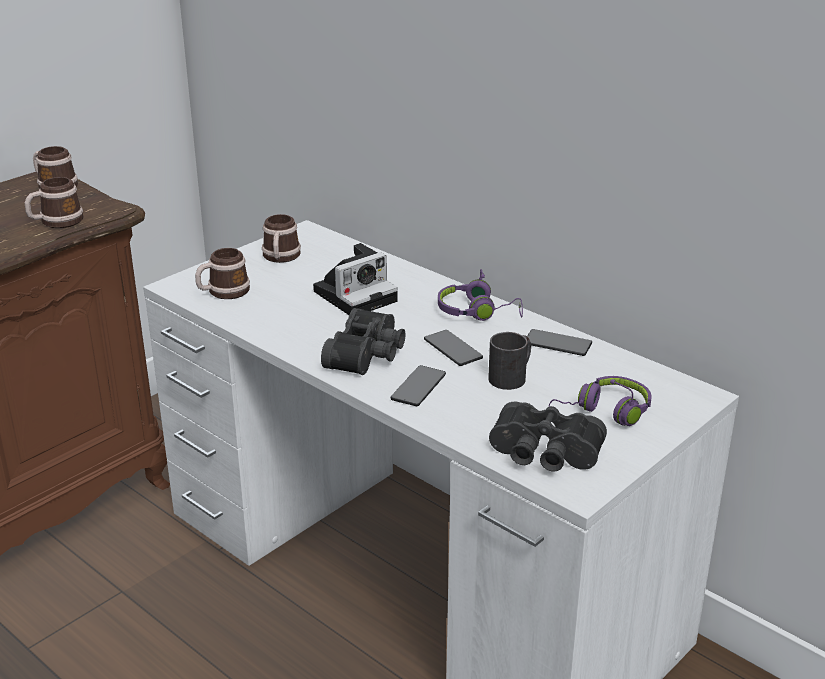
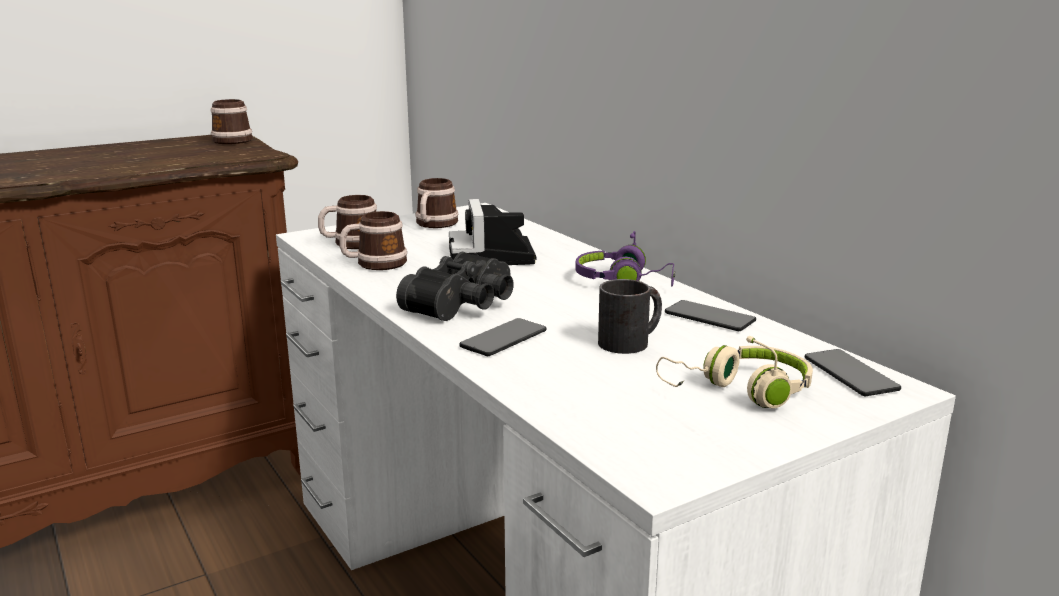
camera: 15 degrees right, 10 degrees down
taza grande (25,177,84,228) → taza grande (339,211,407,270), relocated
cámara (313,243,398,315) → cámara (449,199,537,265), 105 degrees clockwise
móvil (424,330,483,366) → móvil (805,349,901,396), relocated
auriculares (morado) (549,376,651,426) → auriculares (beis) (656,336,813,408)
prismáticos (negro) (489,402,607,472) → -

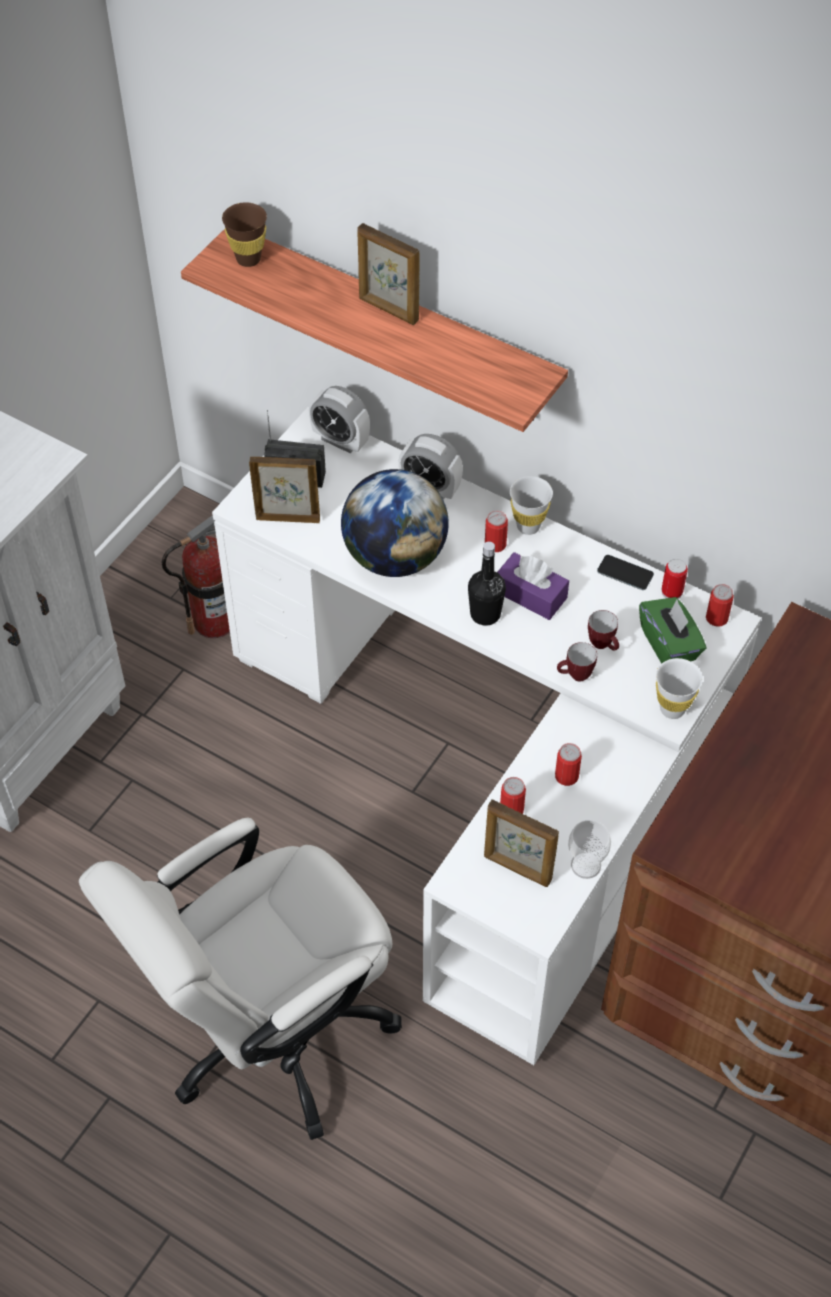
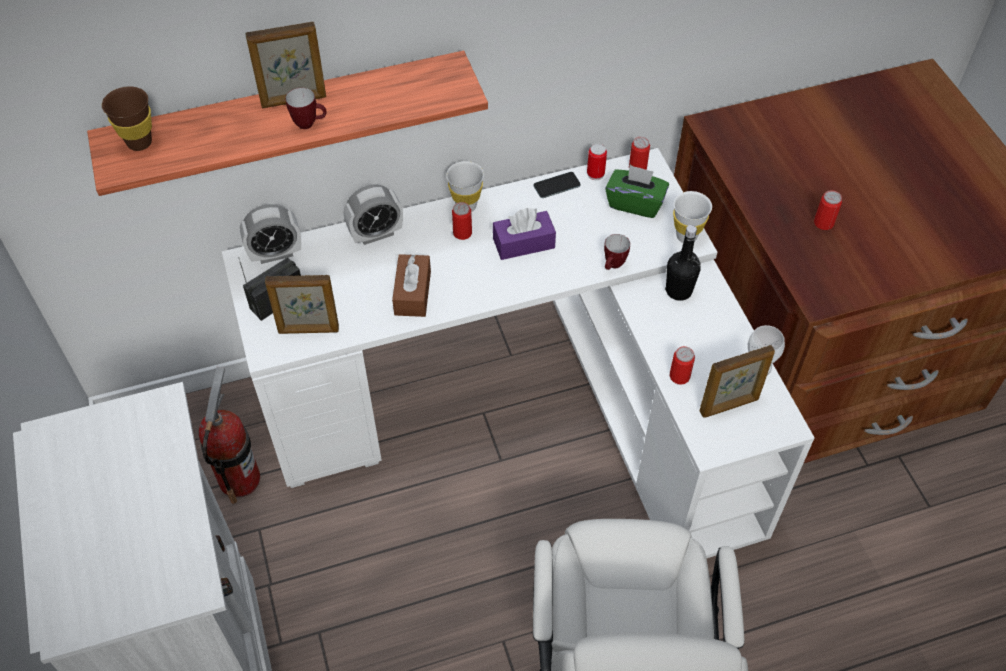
camera: 50 degrees left, 0 degrees up
portarretratos (249,457,320,523) → portarretratos (265,275,339,334), 135 degrees counterclockwise
globo terráqueo (341,469,449,577) → caja de pañuelos (marrón) (392,254,431,317)
botella (negro) (468,542,506,626) → botella (negro) (665,225,701,301), relocated
taza grande (588,610,619,651) → taza grande (285,88,327,129), relocated
lata (555,743,582,786) → lata (814,190,842,230), relocated

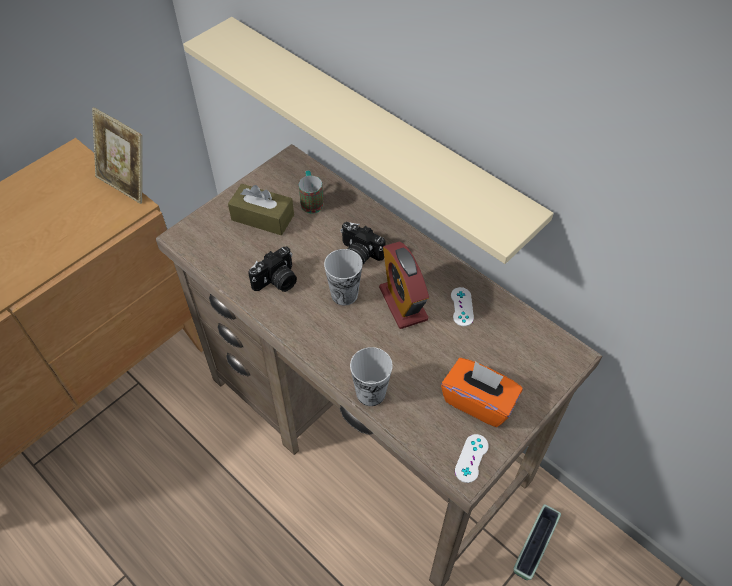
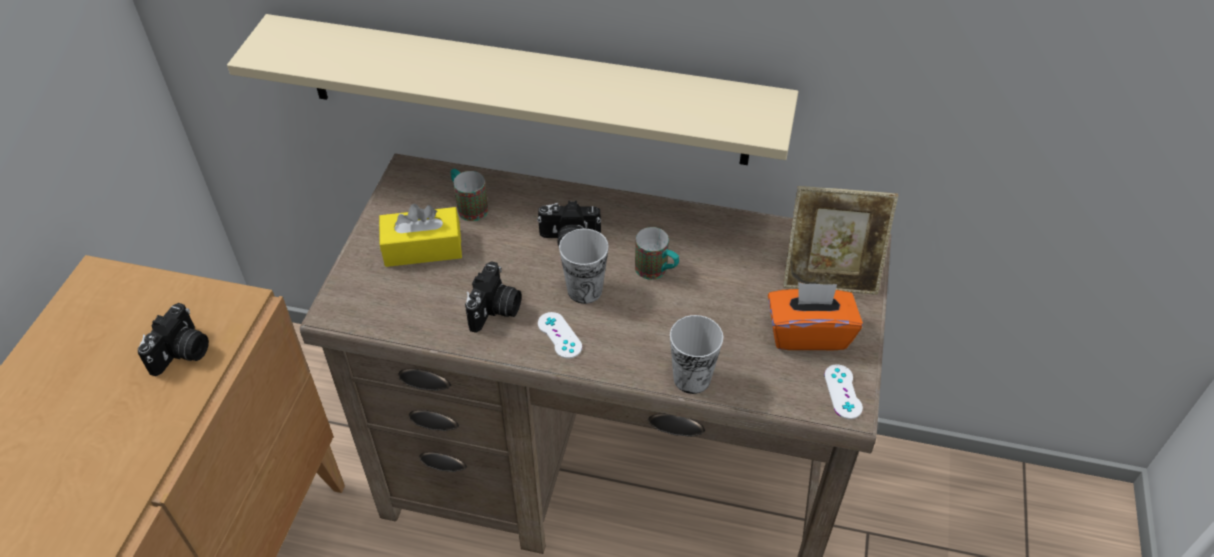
camera: 30 degrees left, 5 degrees down
portarretratos (92,107,142,204) → portarretratos (783,186,898,295), relocated
caja de pañuelos (marrón) (228,184,294,235) → caja de pañuelos (amarillo) (379,204,462,267)
despertador (379,242,429,329) → taza grande (635,227,679,280)
mando de consola (blanco) (451,287,474,326) → mando de consola (blanco) (538,312,582,359), relocated
maceta (513,504,561,580) → -
- → cámara (138,303,209,376)

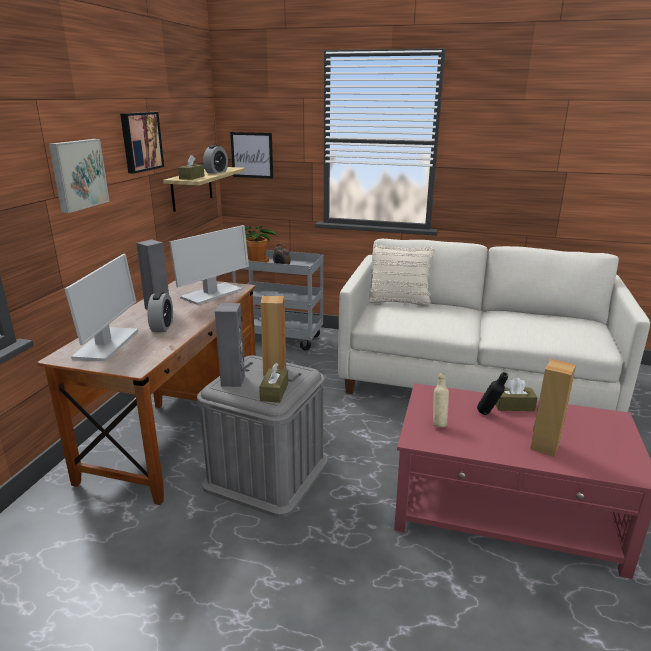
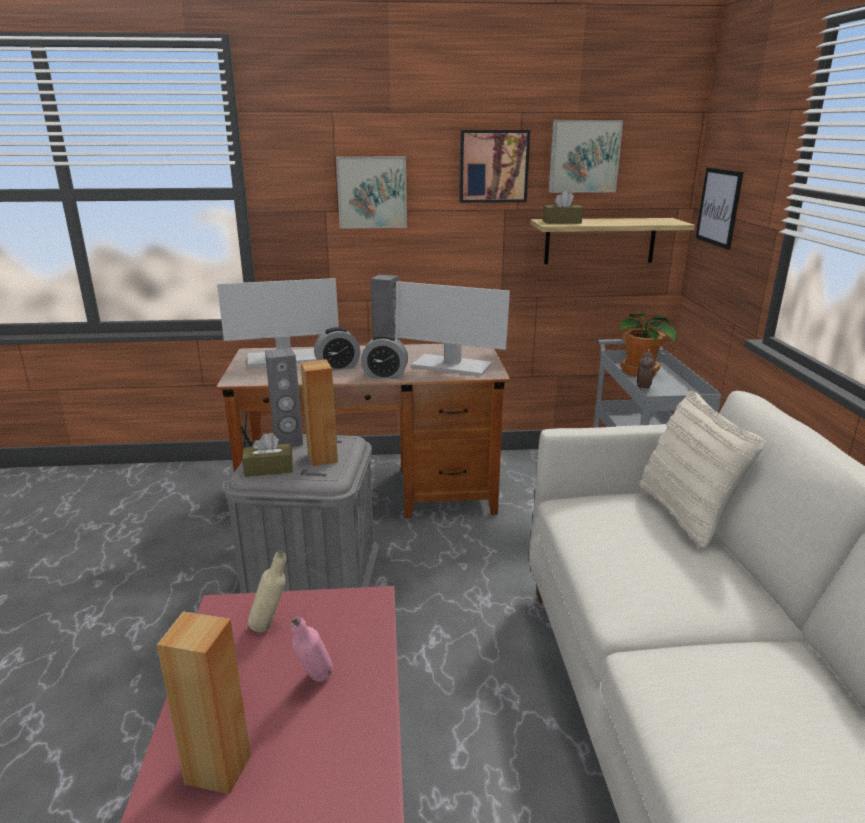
camera: 70 degrees right, 0 degrees up
despertador (203,145,228,174) → despertador (361,335,408,379), relocated
botella (negro) (477,372,508,415) → botella (rosa) (291,617,333,682)
caja de pañuelos (marrón) (495,378,538,411) → -
- → cuadro (549,120,623,193)

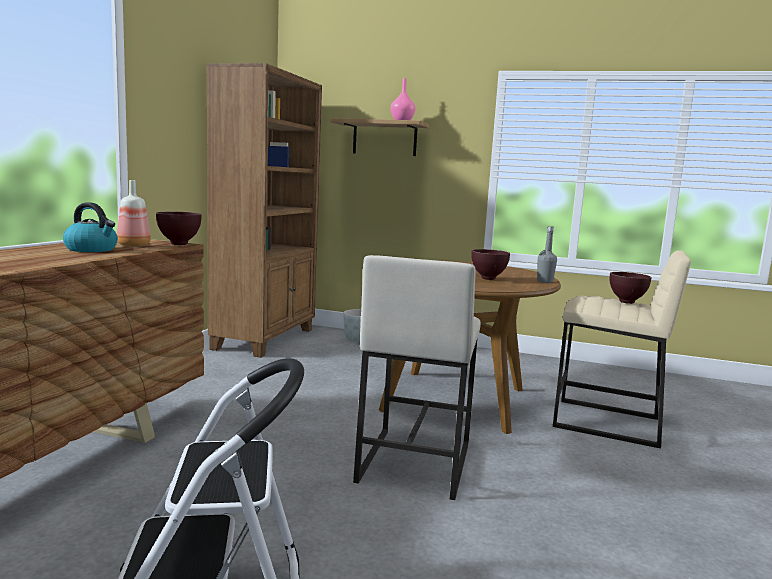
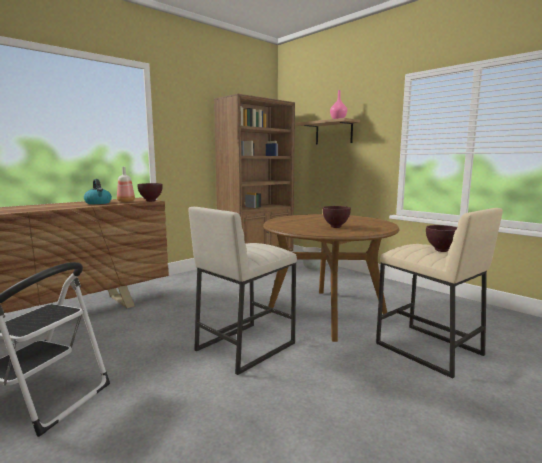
camera: 30 degrees right, 0 degrees up
botella (gris) (537,226,557,283) → -

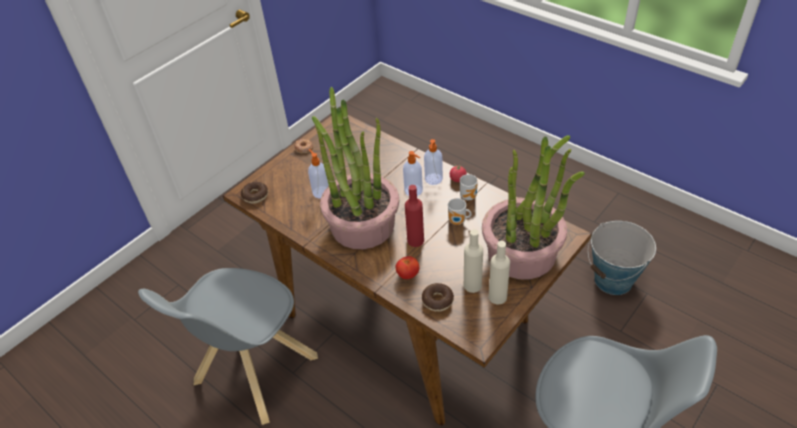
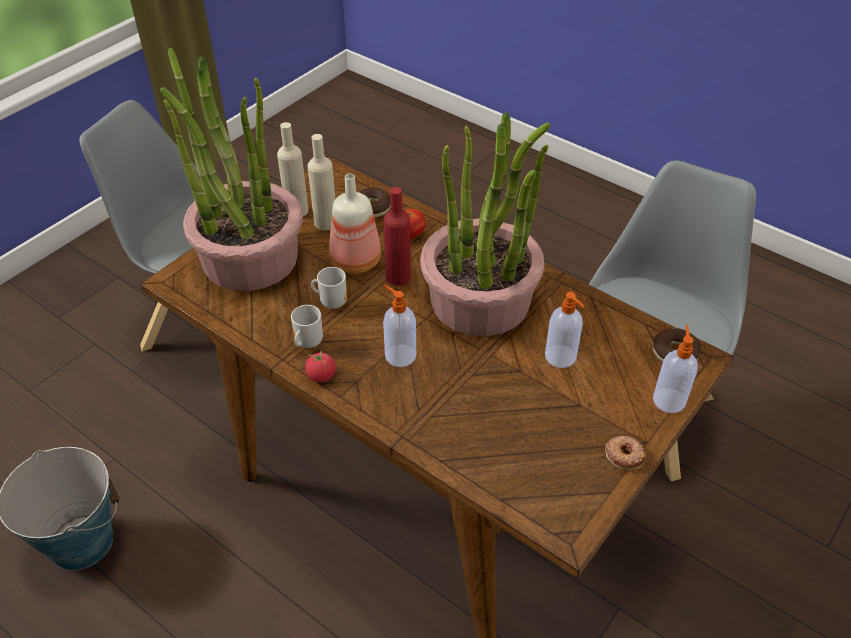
camera: 175 degrees right, 0 degrees up
dispensador de jabón (424,139,443,185) → dispensador de jabón (653,325,698,413), relocated
- → botella (329,173,381,274)

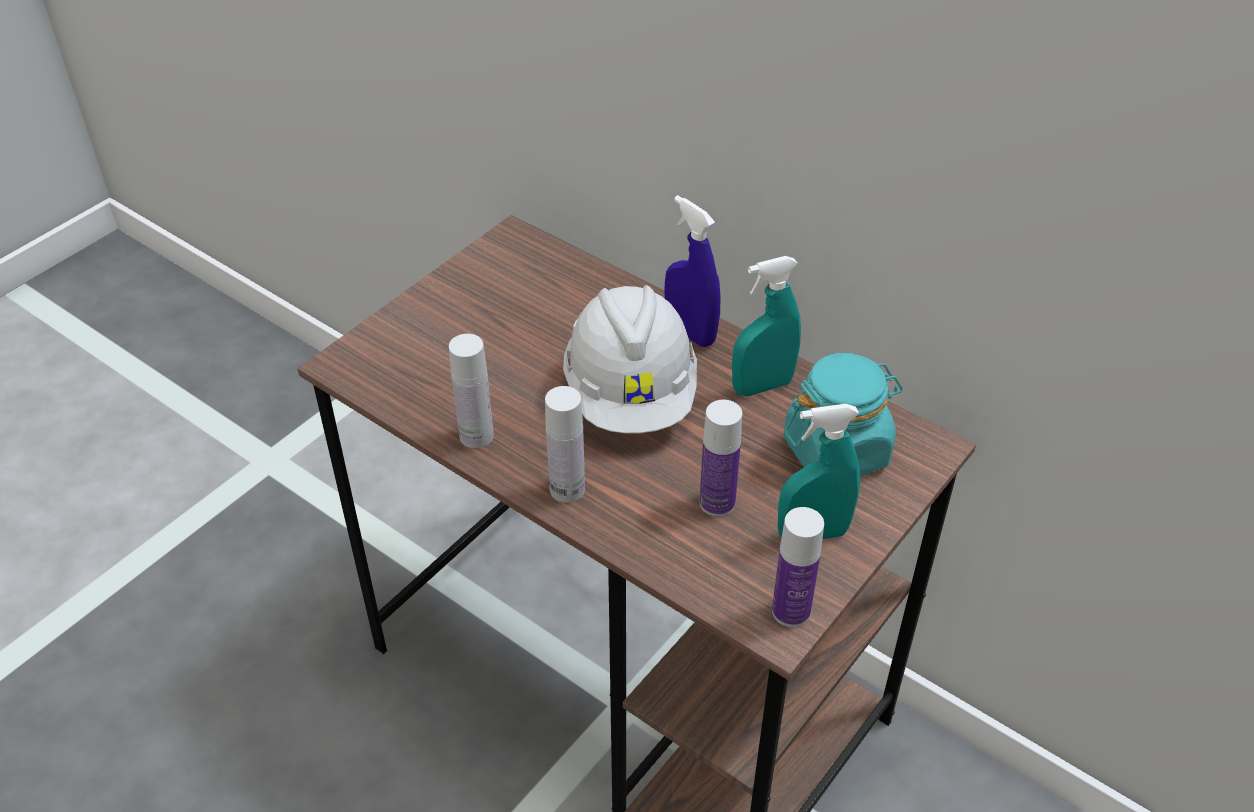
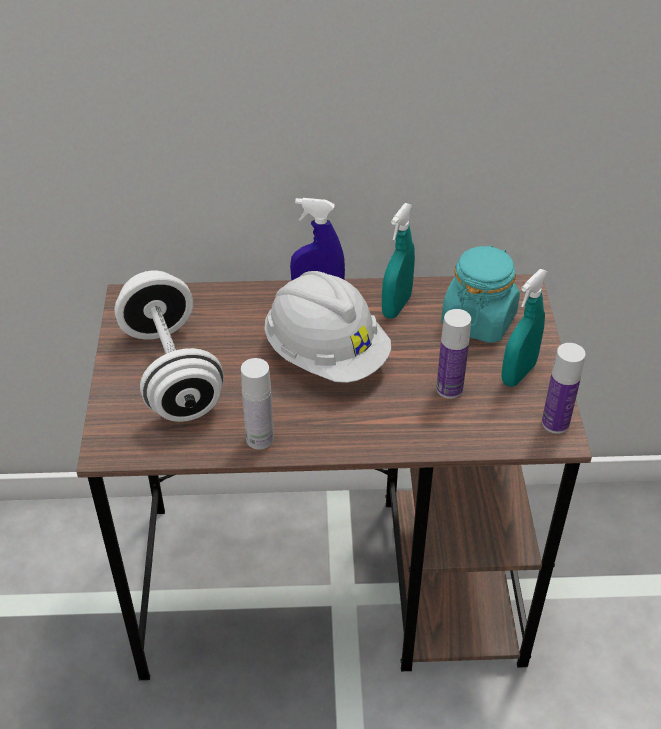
camera: 40 degrees left, 0 degrees up
botella (blanco) (545,386,585,503) → -
- → mancuerna (blanco) (114,270,224,422)

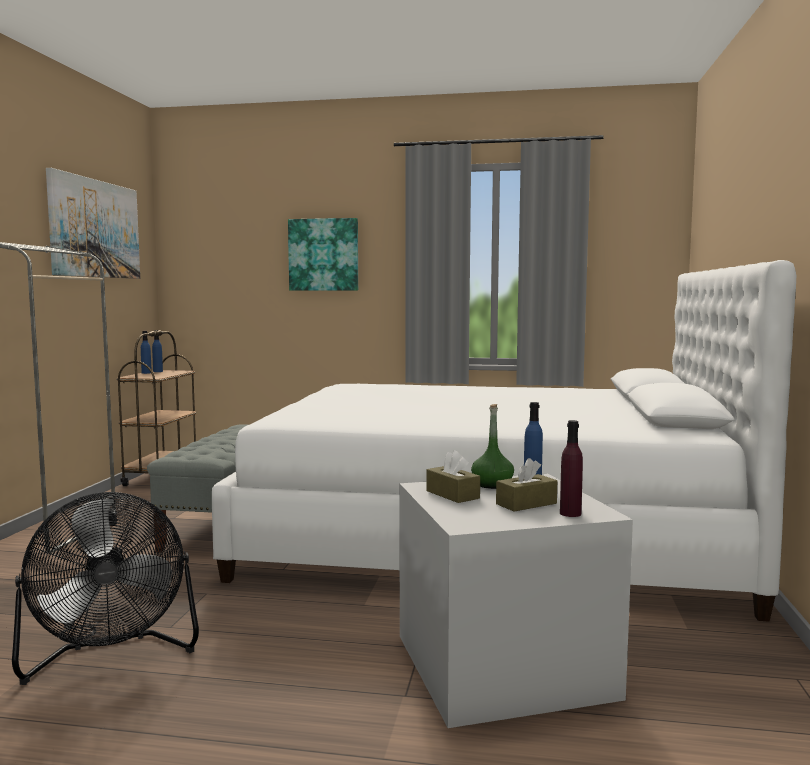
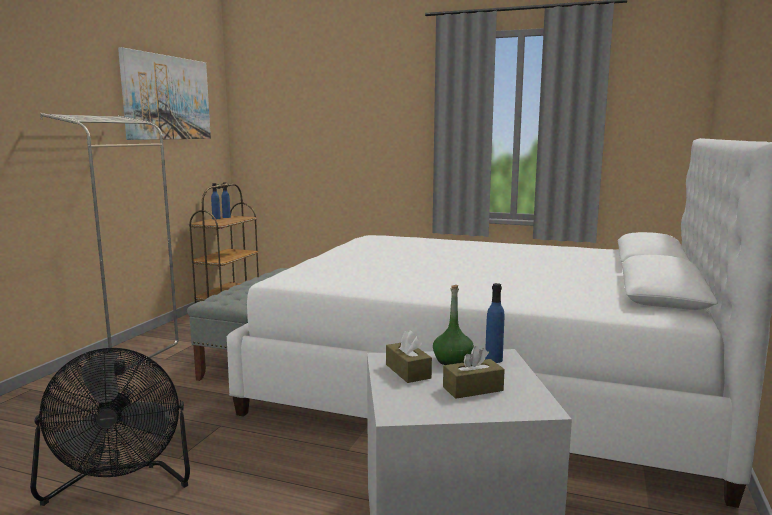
camera: 10 degrees right, 5 degrees up
cuadro (288,218,358,291) → -
botella (morado) (560,420,583,517) → -

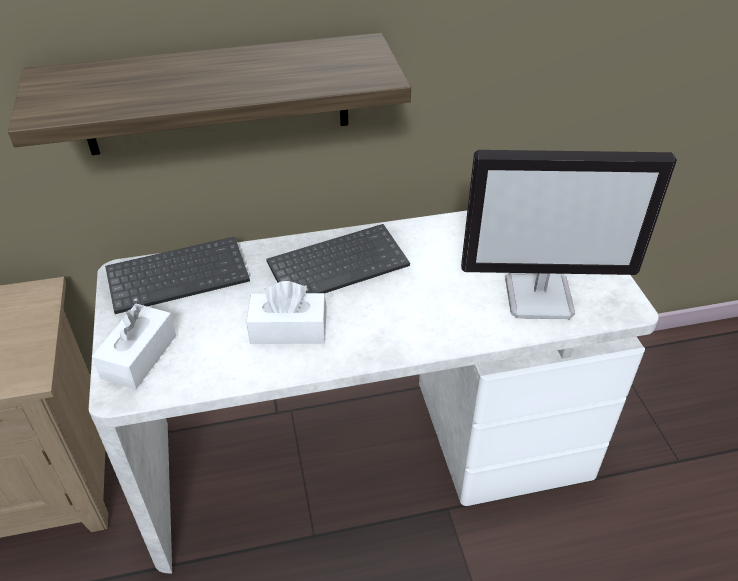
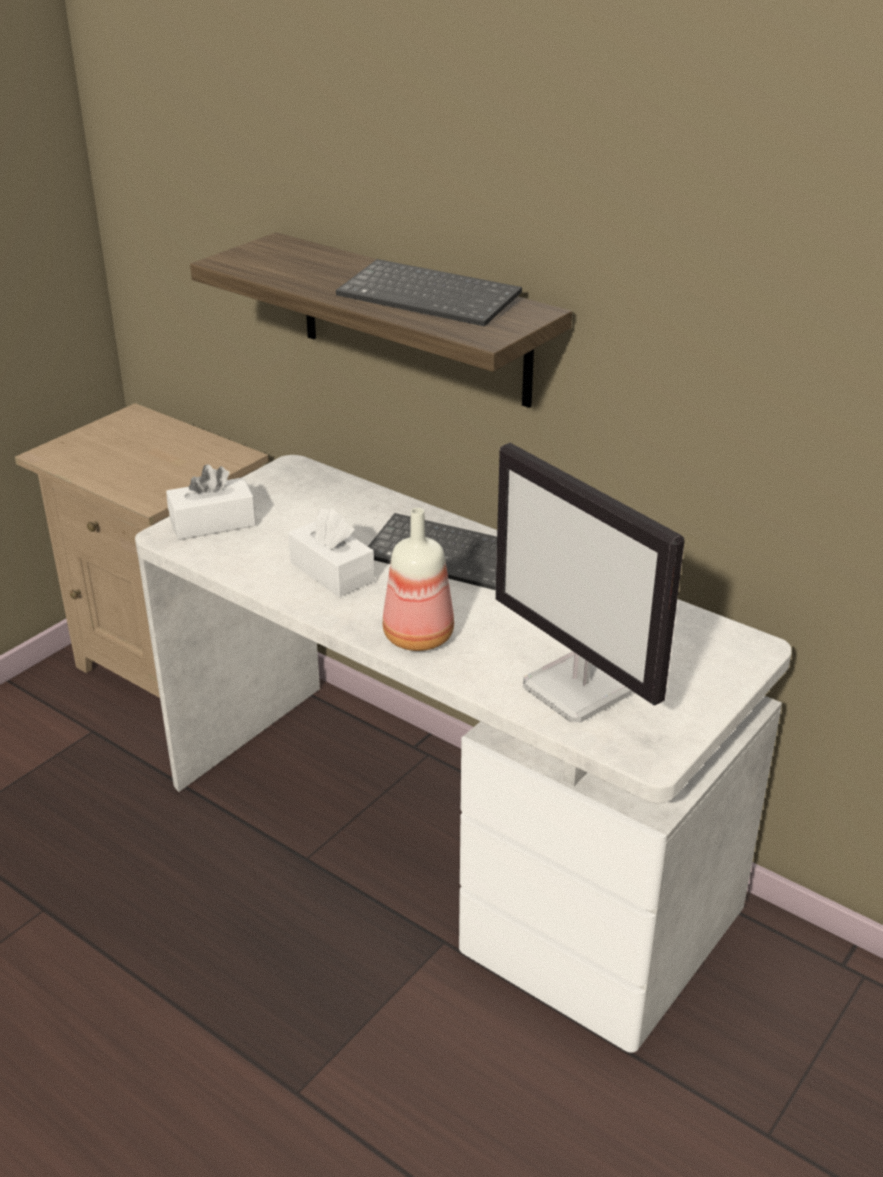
camera: 50 degrees right, 10 degrees down
teclado (105,236,250,314) → teclado (336,259,522,327), relocated
- → botella (383,508,454,651)

